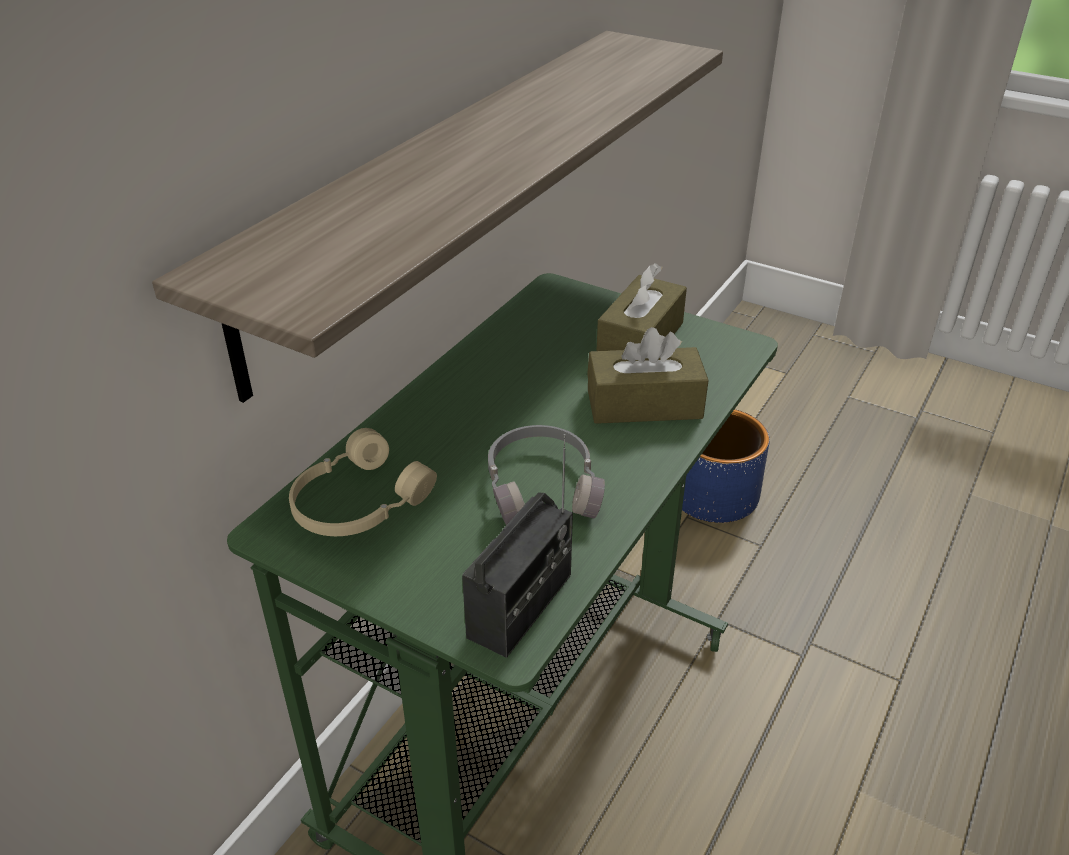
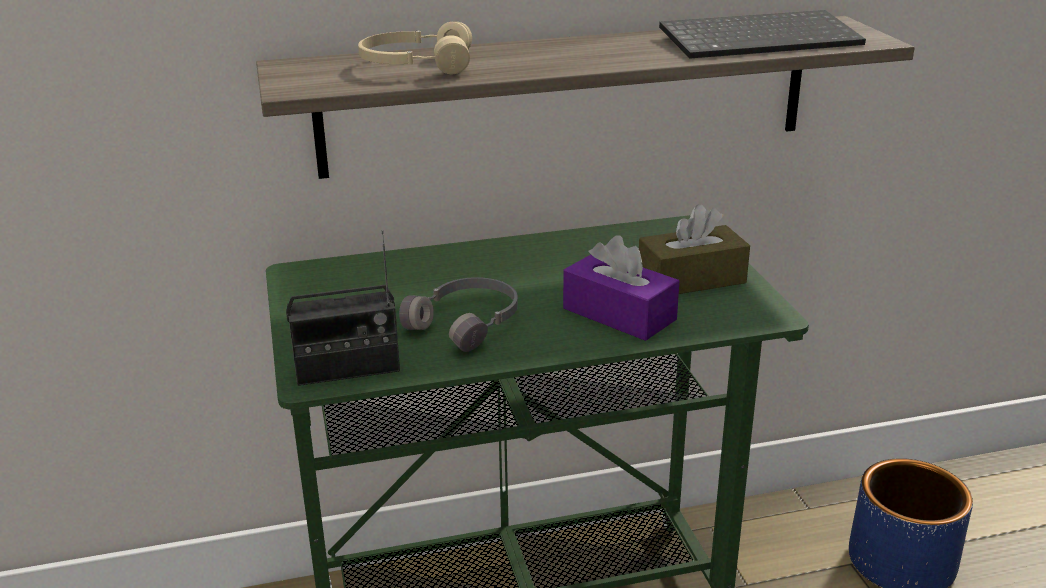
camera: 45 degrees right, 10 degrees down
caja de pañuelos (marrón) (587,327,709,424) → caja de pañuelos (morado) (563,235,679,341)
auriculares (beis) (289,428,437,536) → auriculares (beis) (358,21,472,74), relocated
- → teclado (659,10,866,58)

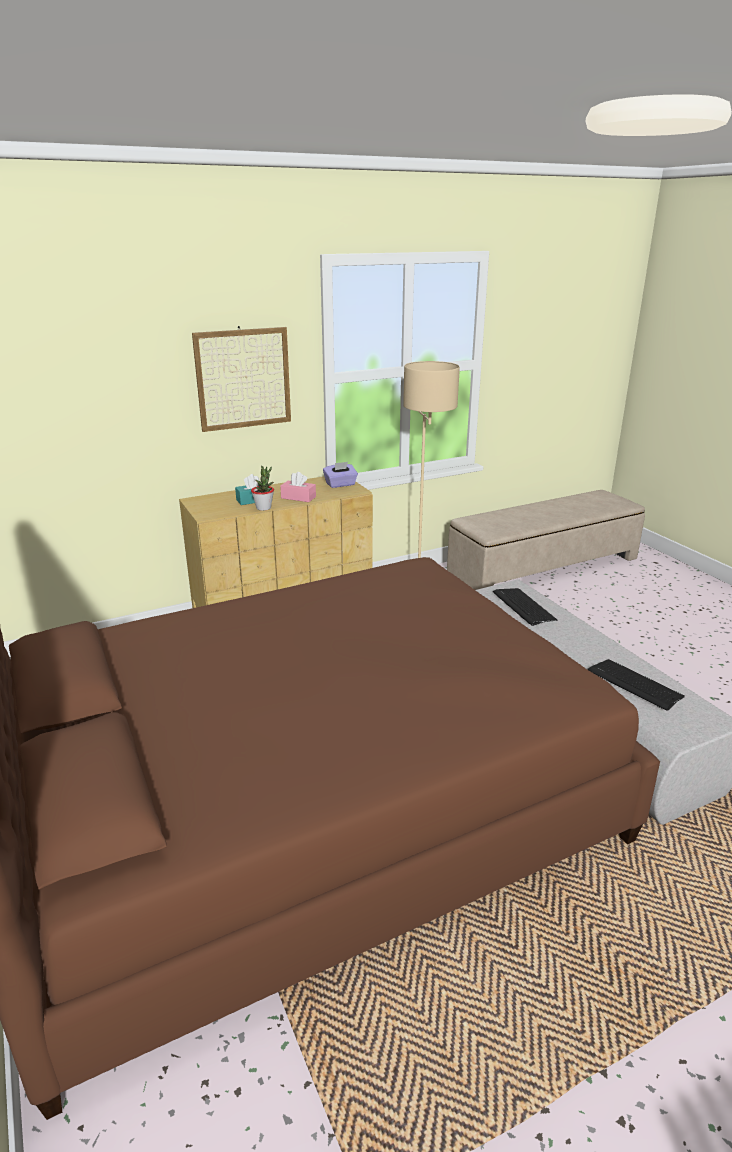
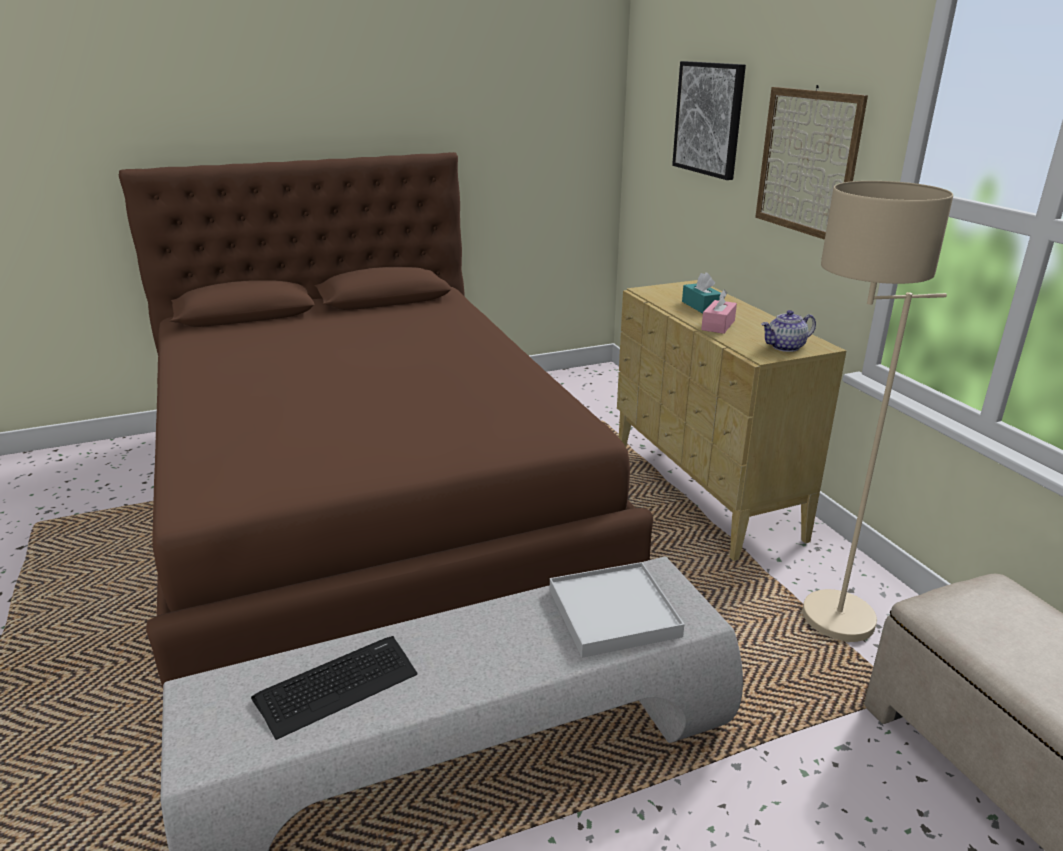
camera: 95 degrees right, 0 degrees up
caja de pañuelos (morado) (323,462,358,488) → tetera (761,310,816,352)
planta en maceta (251,466,274,511) → -
teclado (493,588,557,626) → bandeja (blanco) (550,562,684,658)
- → cuadro (672,61,746,180)

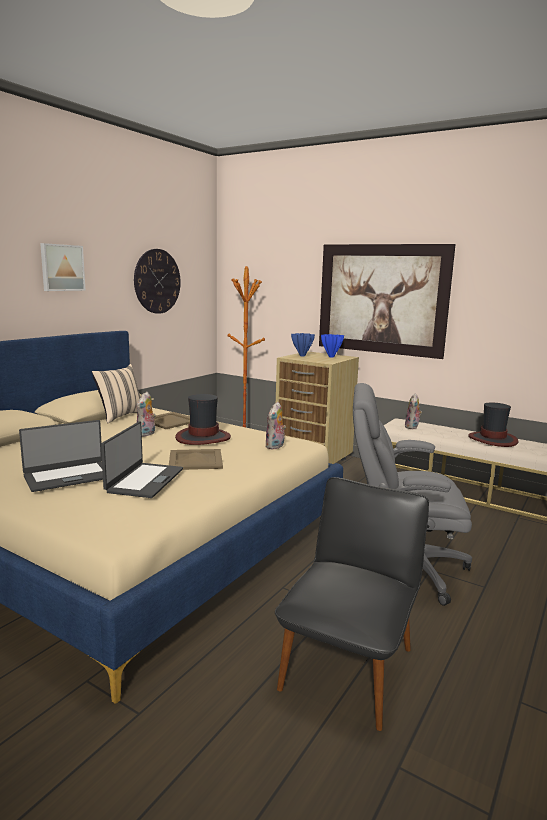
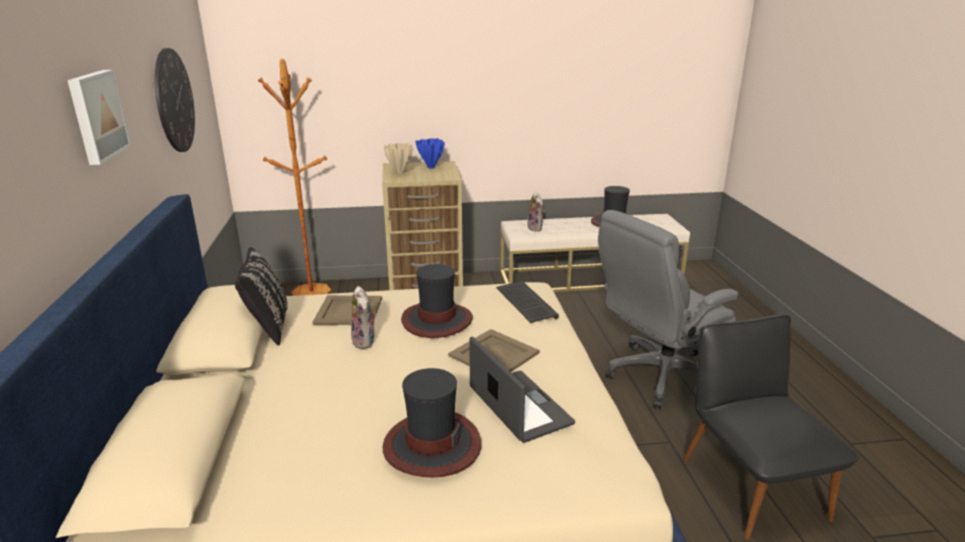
camera: 40 degrees left, 10 degrees up
cuadro (319,244,456,359) → -
florero (azul) (291,333,315,356) → florero (beis) (384,143,413,174)
cojín (beis) (92,364,140,423) → cojín (negro) (235,247,287,345)
peluche (265,402,286,449) → teclado (496,281,559,323)
portátil (19,420,103,492) → sombrero (383,368,481,477)

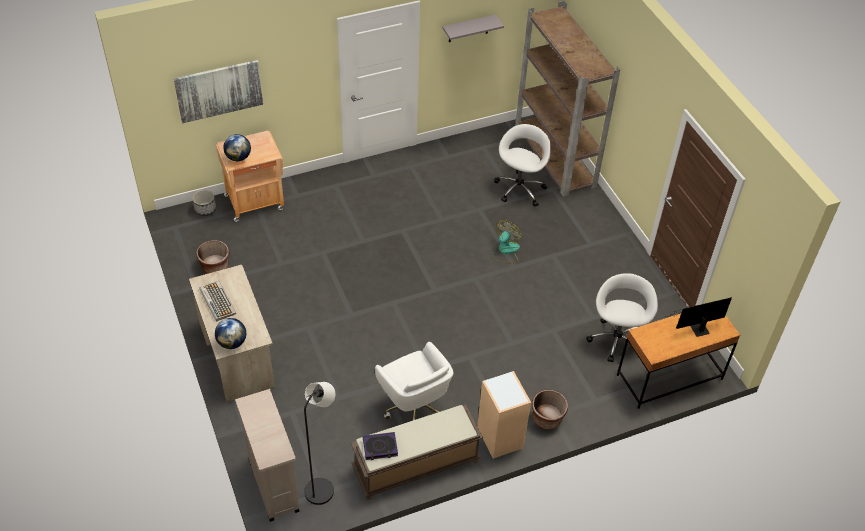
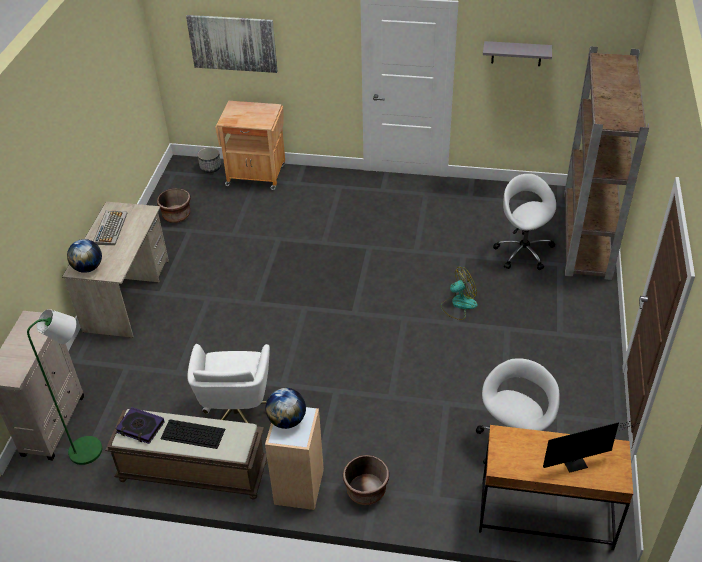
camera: 35 degrees right, 5 degrees down
silla de oficina (blanco) (494,124,551,206) → silla de oficina (blanco) (493,174,556,270), 105 degrees counterclockwise
globo terráqueo (223,134,251,161) → globo terráqueo (265,388,306,429), relocated
monitor (676,297,732,337) → monitor (543,421,640,473), 150 degrees clockwise
lámpara de pie (negro) (304,382,335,505) → lámpara de pie (verde) (27,309,102,465)
- → teclado (161,419,225,449)

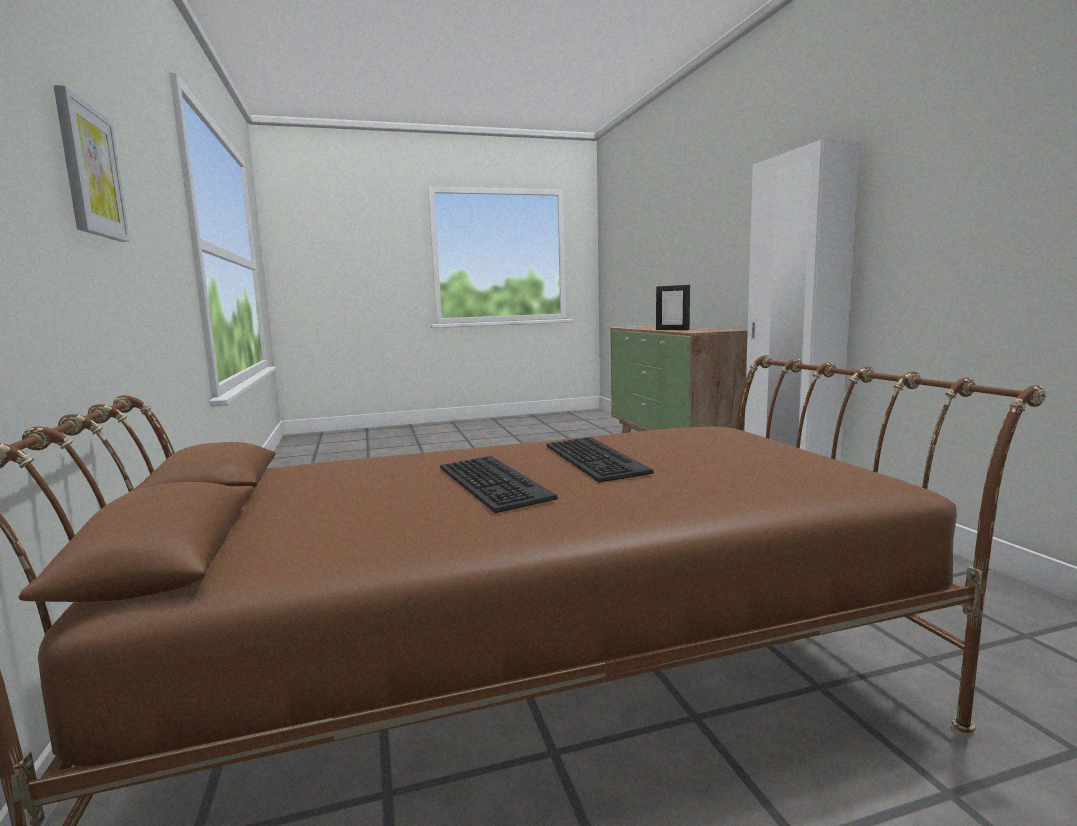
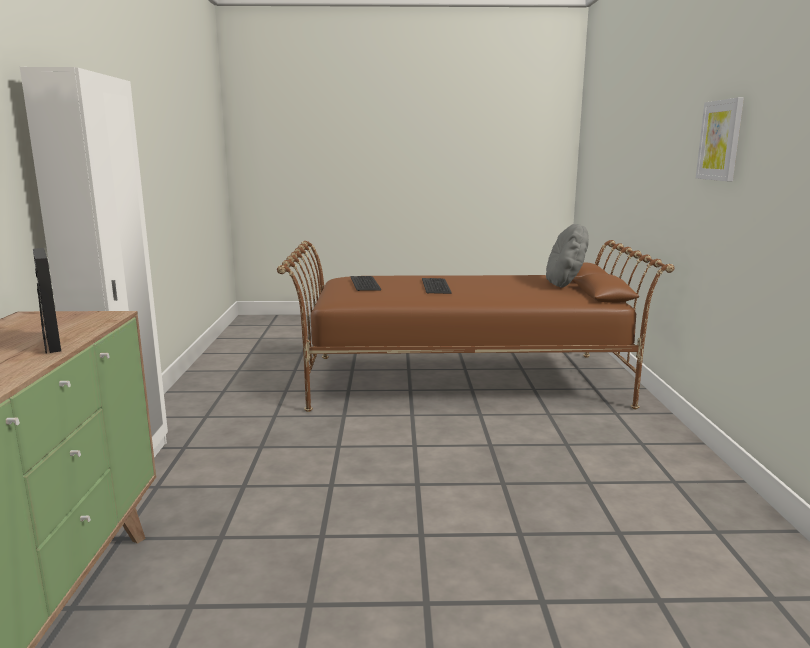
camera: 165 degrees left, 5 degrees up
teclado (440,456,558,513) → teclado (351,276,381,291), relocated
- → cojín (gris) (546,224,589,288)

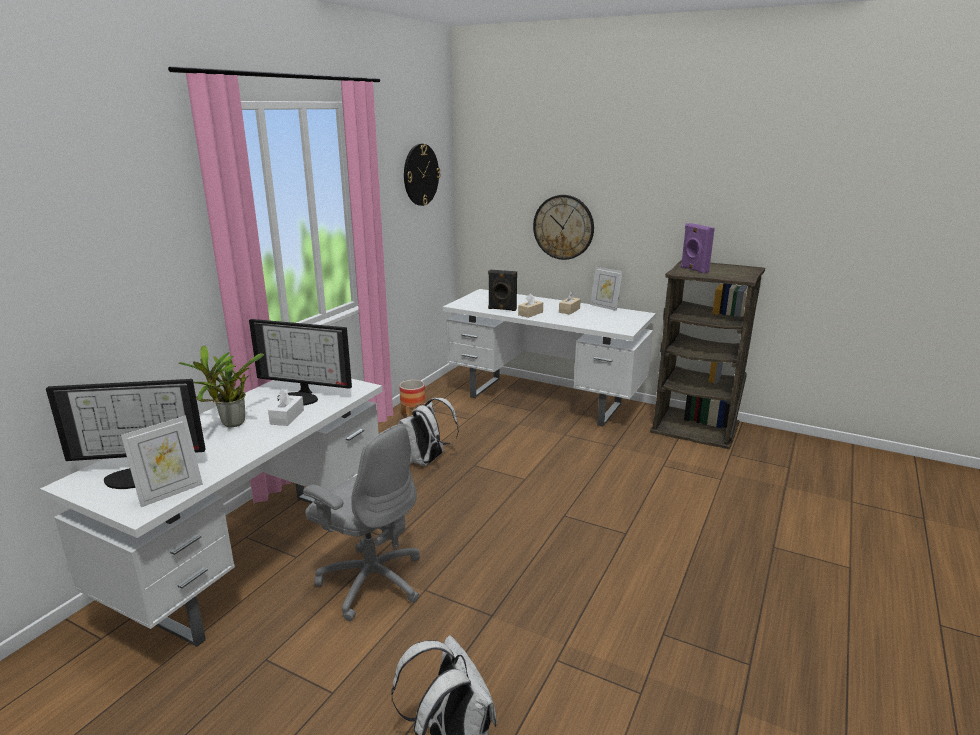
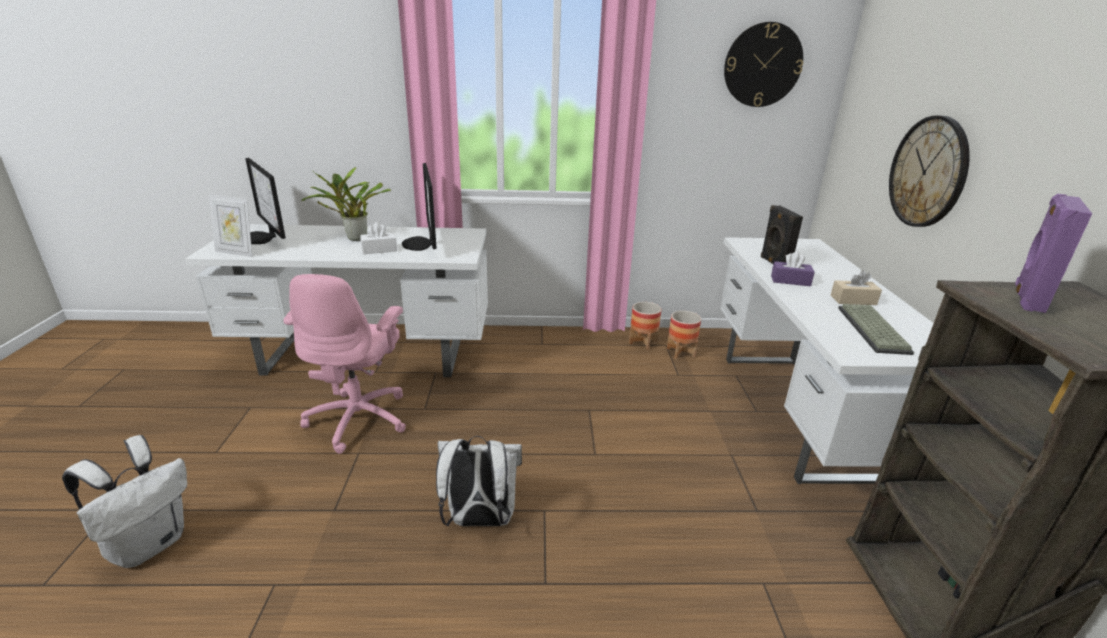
camera: 60 degrees right, 5 degrees up
portarretratos (590,266,623,311) → -
caja de pañuelos (beis) (518,293,543,318) → caja de pañuelos (morado) (771,252,815,286)
mochila (blanco) (398,398,459,466) → mochila (blanco) (436,436,522,526), relocated
silla de oficina (gris) (303,424,420,621) → silla de oficina (rosa) (283,274,406,454)
- → teclado (838,304,914,355)
- → maceta (667,311,701,359)

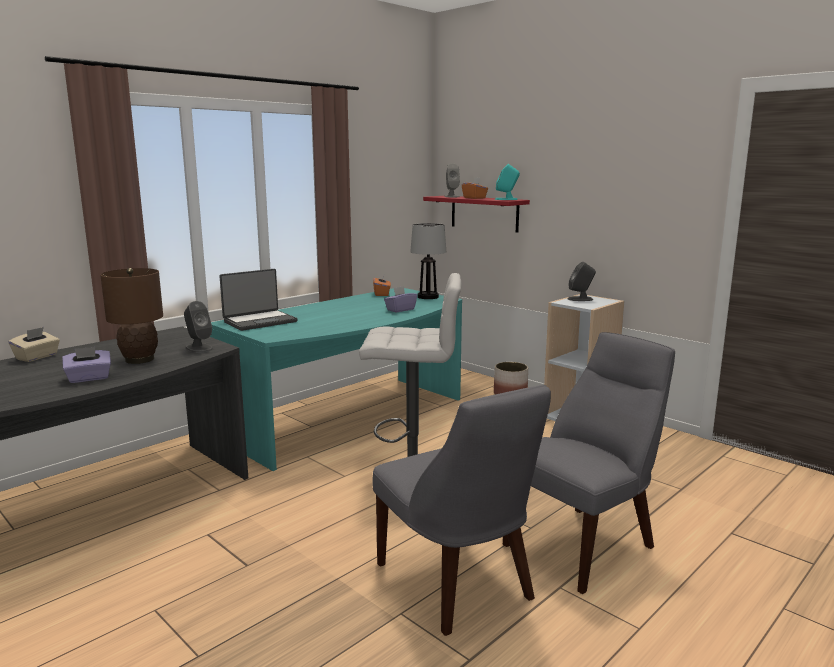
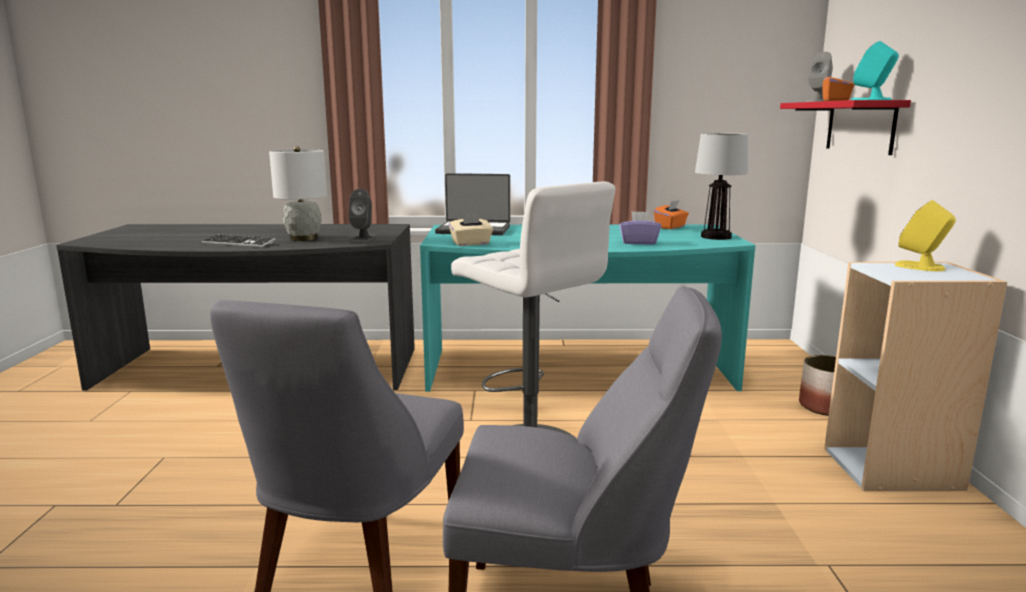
camera: 45 degrees right, 0 degrees up
altavoz (gris) (568,262,596,301) → altavoz (amarillo) (894,200,956,272)
lámpara de mesa (marrón) (100,268,163,364) → lámpara de mesa (blanco) (269,146,327,241)
caja de pañuelos (beis) (9,327,60,362) → caja de pañuelos (beis) (449,213,493,246), relocated
caja de pañuelos (morado) (62,347,111,383) → teclado (202,234,275,247)

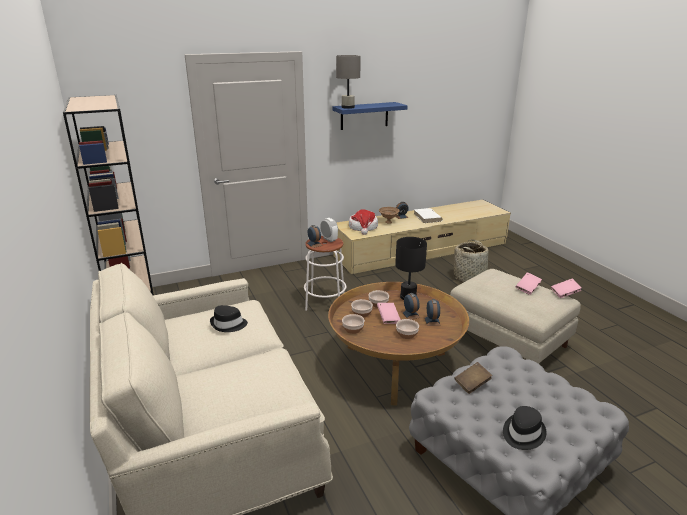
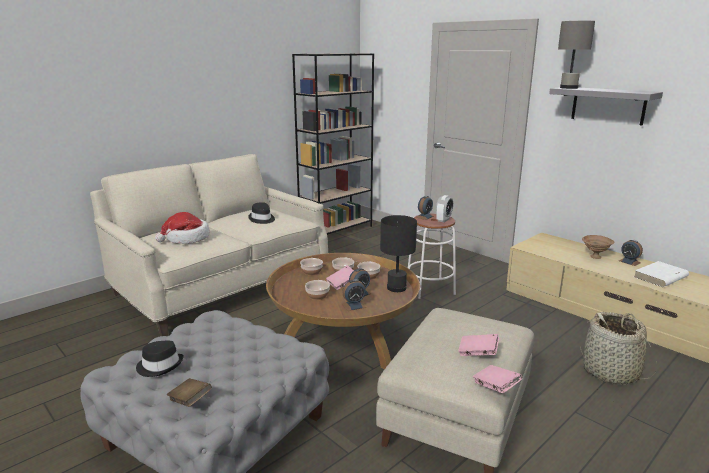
camera: 70 degrees right, 5 degrees down
estante (azul) (332,102,408,130) → estante (gris) (549,87,663,126)
sombrero (349,209,378,235) → sombrero (155,212,210,244), relocated
libro (marrón) (454,362,492,394) → libro (marrón) (167,378,212,407), relocated

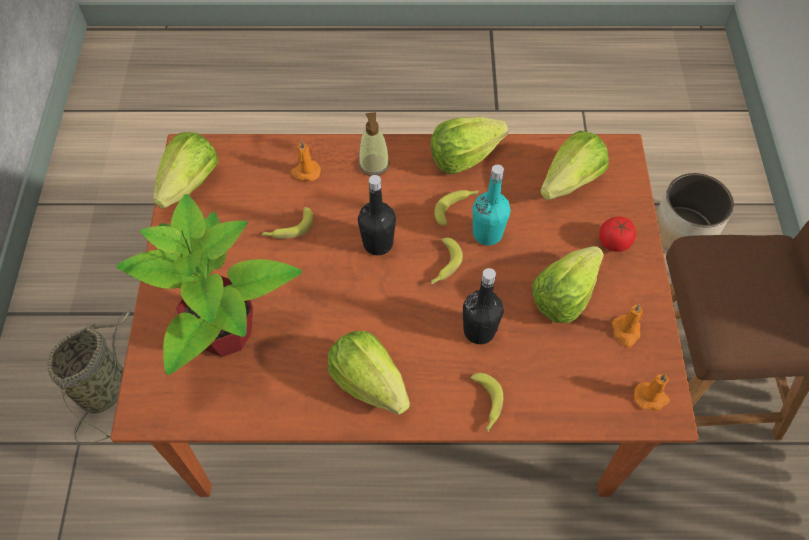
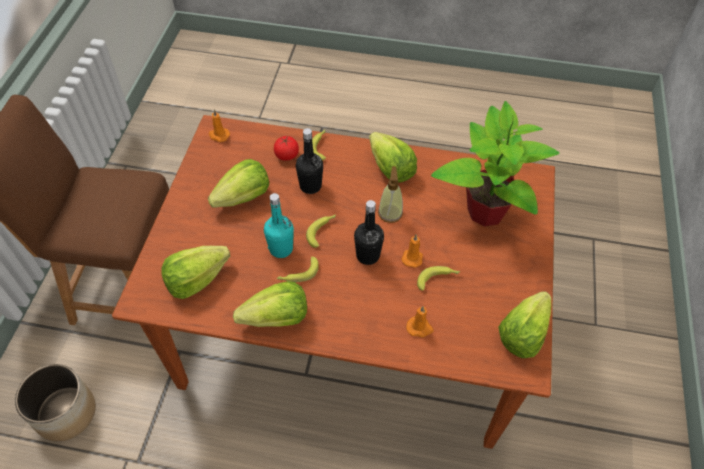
camera: 170 degrees left, 5 degrees down
dispensador de jabón (358,112,390,176) → dispensador de jabón (378,166,403,223), relocated
tomate (599,217,636,252) → tomate (274,136,299,160), relocated
vela (naranja) (612,304,643,347) → vela (naranja) (401,235,423,268), relocated
cesta (47,310,131,444) → -

